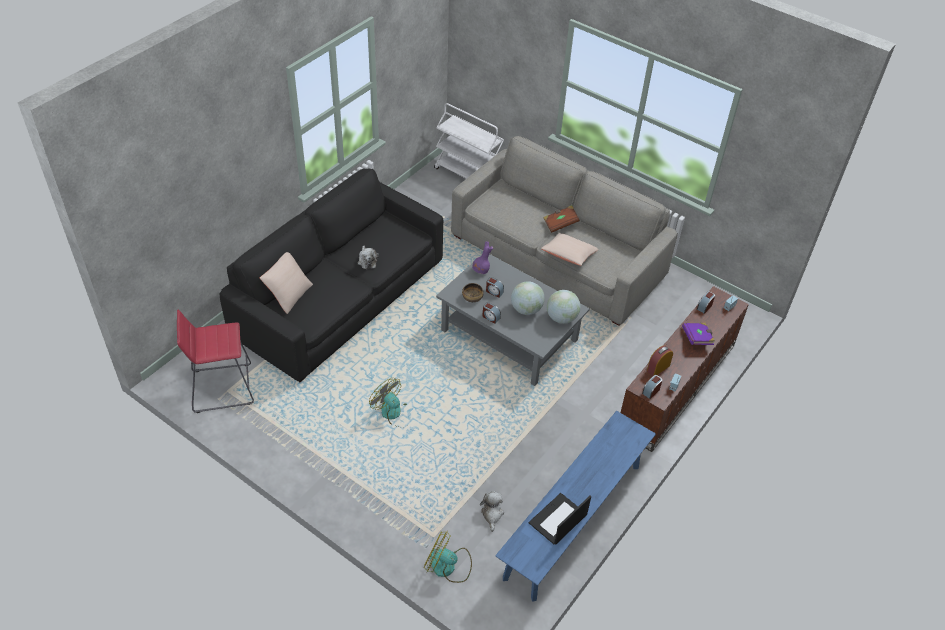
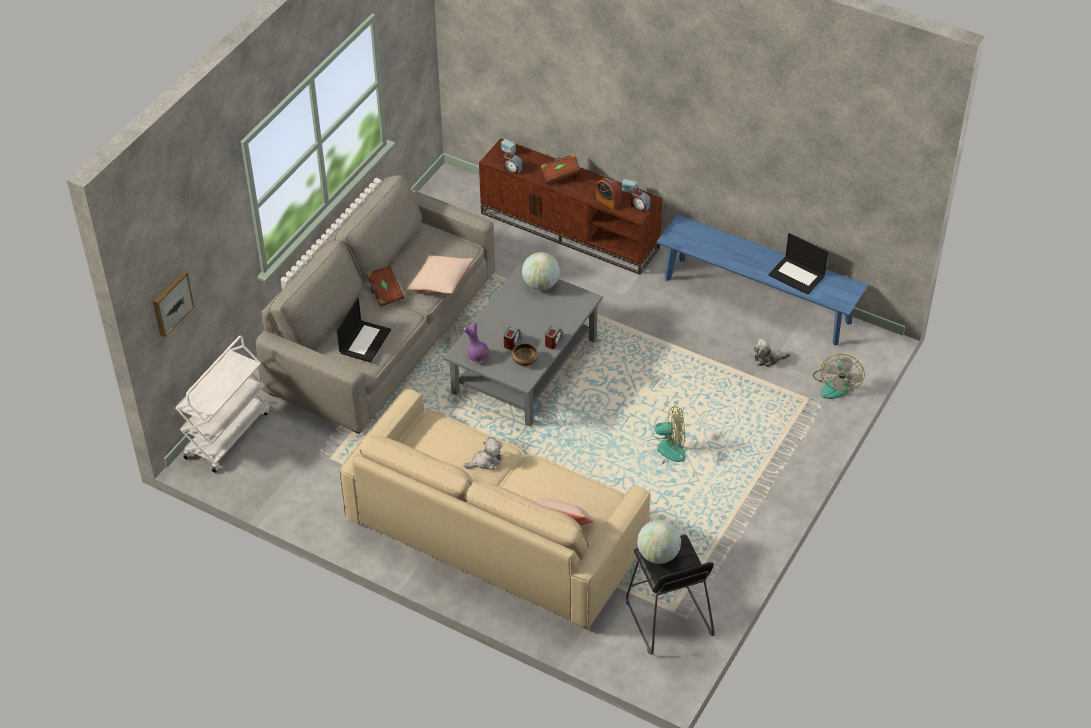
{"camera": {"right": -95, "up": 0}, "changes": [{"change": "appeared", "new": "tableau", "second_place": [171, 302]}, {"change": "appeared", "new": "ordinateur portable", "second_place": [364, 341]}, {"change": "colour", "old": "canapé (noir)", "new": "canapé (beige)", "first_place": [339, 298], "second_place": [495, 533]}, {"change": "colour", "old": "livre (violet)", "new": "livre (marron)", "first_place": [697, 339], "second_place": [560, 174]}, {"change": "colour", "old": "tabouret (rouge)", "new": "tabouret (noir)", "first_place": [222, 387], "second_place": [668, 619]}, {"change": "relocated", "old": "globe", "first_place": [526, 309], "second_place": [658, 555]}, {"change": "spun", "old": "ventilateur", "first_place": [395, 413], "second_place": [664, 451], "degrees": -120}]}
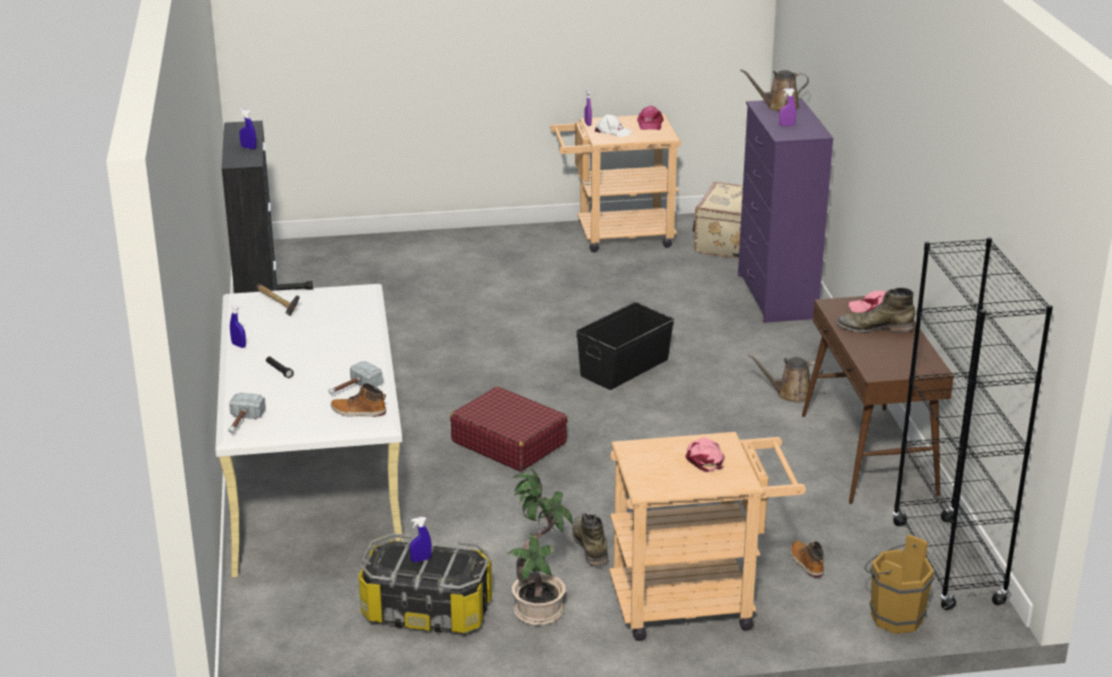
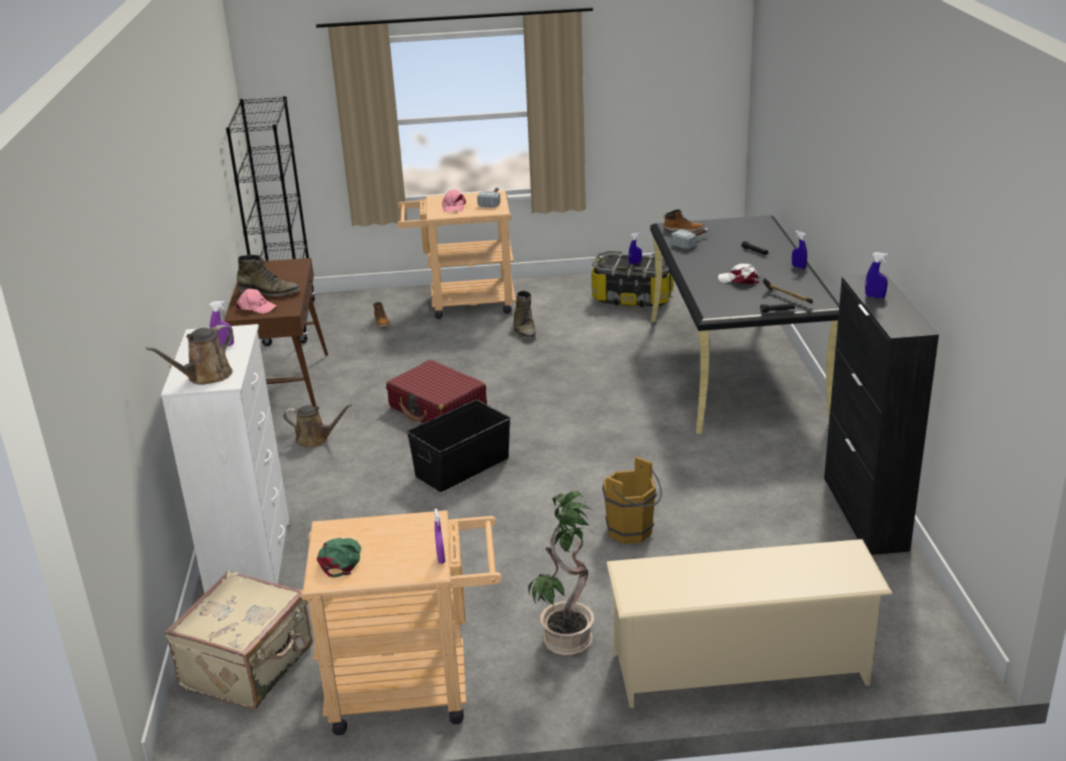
{"camera": {"right": -175, "up": 0}, "changes": [{"change": "spun", "old": "arrosoir (marron)", "first_place": [779, 107], "second_place": [206, 377], "degrees": 135}, {"change": "colour", "old": "commode (violet)", "new": "commode (blanc)", "first_place": [776, 297], "second_place": [252, 561]}, {"change": "colour", "old": "casquette (rose)", "new": "casquette (vert)", "first_place": [650, 124], "second_place": [340, 560]}, {"change": "relocated", "old": "valise (rouge)", "first_place": [508, 442], "second_place": [438, 408]}, {"change": "relocated", "old": "marteau", "first_place": [242, 423], "second_place": [492, 200]}, {"change": "relocated", "old": "plante en pot", "first_place": [540, 611], "second_place": [566, 637]}, {"change": "relocated", "old": "seau (marron)", "first_place": [892, 616], "second_place": [632, 532]}, {"change": "appeared", "new": "étagère à chaussures (beige)", "second_place": [740, 669]}, {"change": "colour", "old": "bureau (blanc)", "new": "bureau (noir)", "first_place": [315, 479], "second_place": [735, 367]}, {"change": "relocated", "old": "casquette (blanc)", "first_place": [612, 132], "second_place": [739, 280]}]}
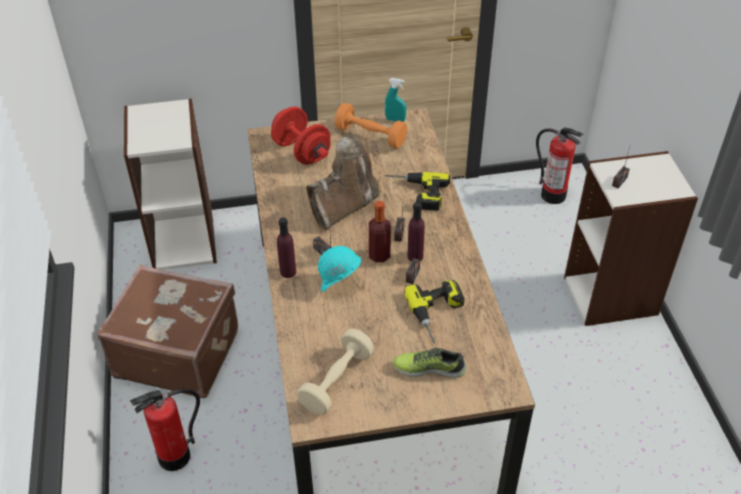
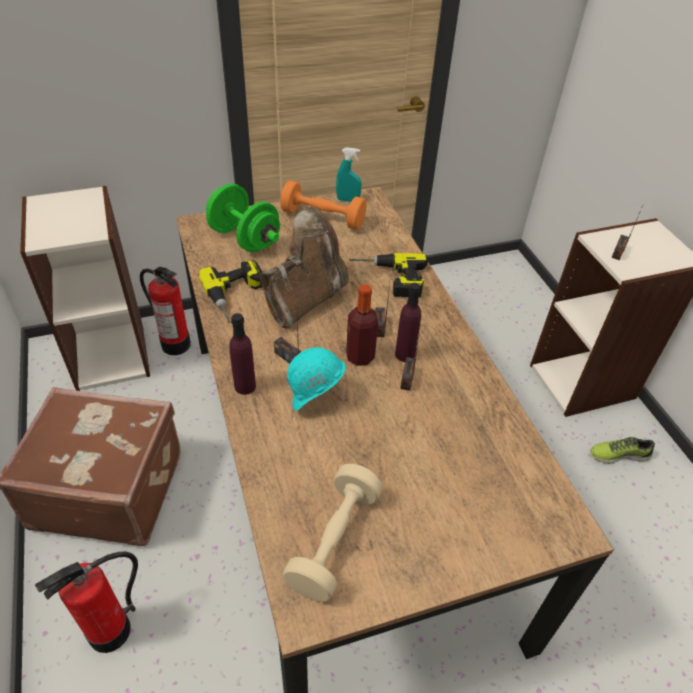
{"camera": {"right": -10, "up": 0}, "changes": [{"change": "relocated", "old": "extincteur", "first_place": [553, 195], "second_place": [176, 344]}, {"change": "relocated", "old": "perceuse", "first_place": [439, 314], "second_place": [238, 296]}, {"change": "colour", "old": "haltère (rouge)", "new": "haltère (vert)", "first_place": [302, 152], "second_place": [244, 239]}, {"change": "relocated", "old": "chaussure", "first_place": [429, 368], "second_place": [619, 454]}]}
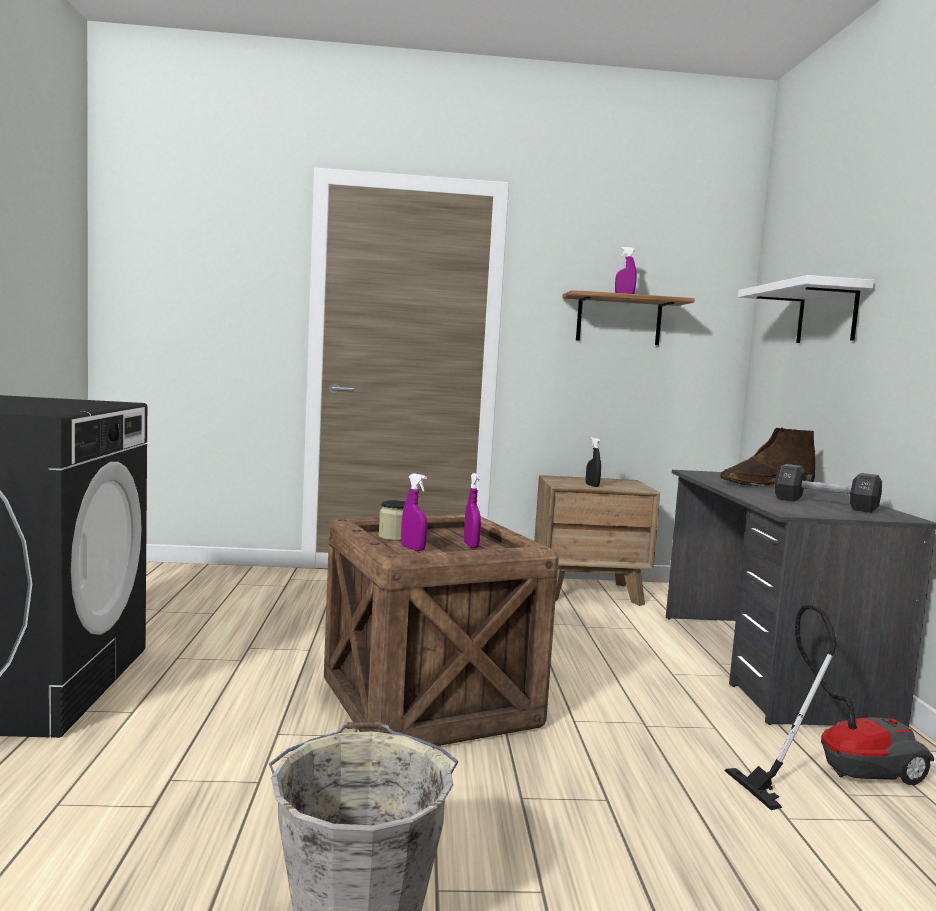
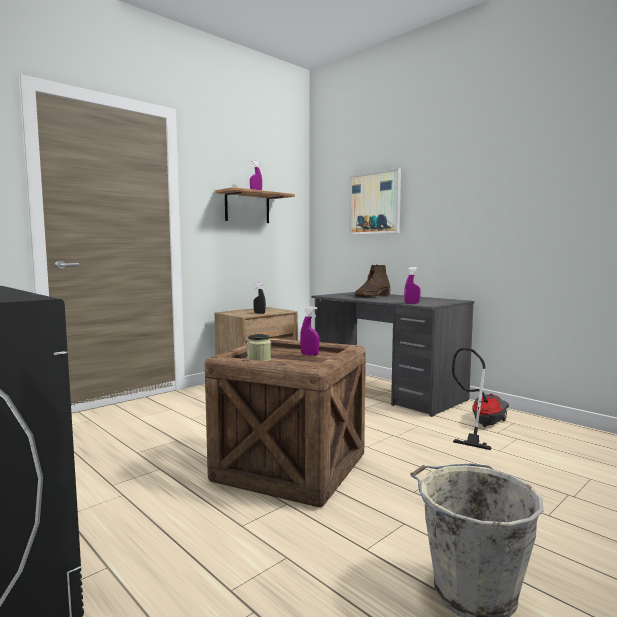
{"camera": {"right": -40, "up": 0}, "changes": [{"change": "exchanged", "old": "étagère (blanc)", "new": "tableau", "first_place": [827, 314], "second_place": [375, 203]}, {"change": "relocated", "old": "vaporisateur (violet)", "first_place": [413, 548], "second_place": [412, 303]}, {"change": "missing", "old": "haltère (noir)", "first_place": [825, 504]}]}
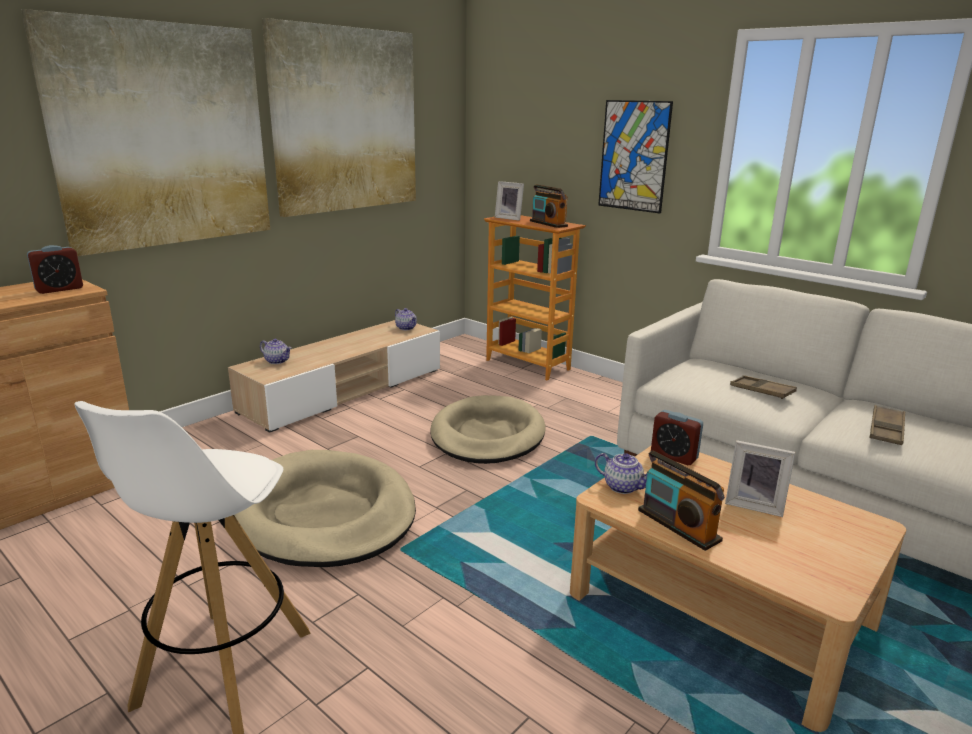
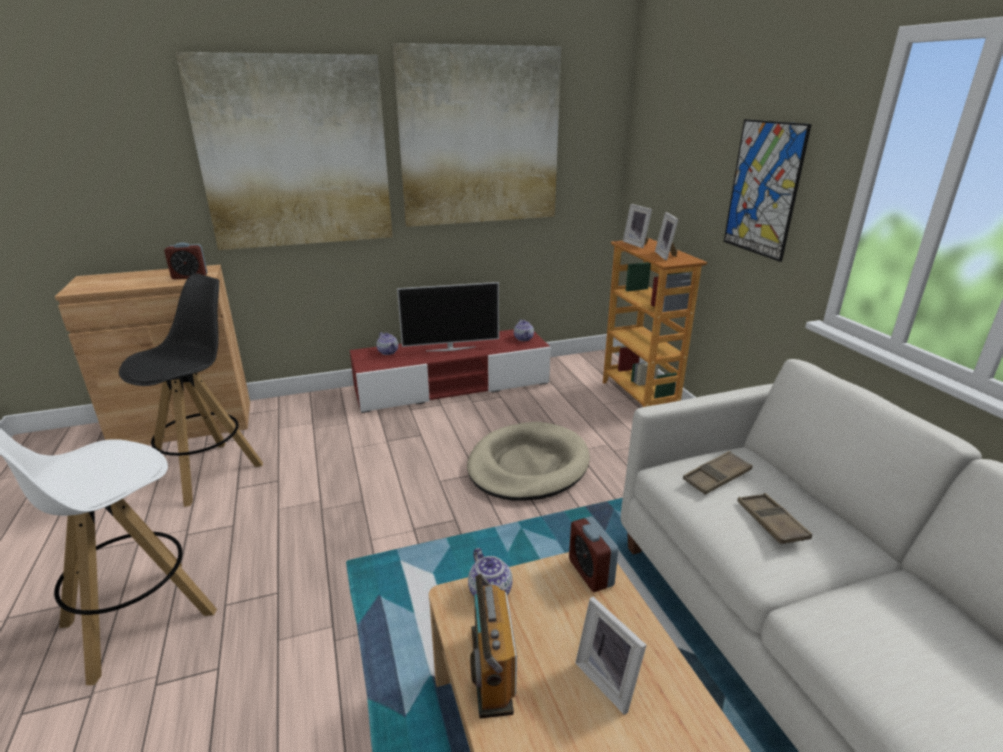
{"camera": {"right": 30, "up": 5}, "changes": [{"change": "appeared", "new": "tabouret (noir)", "second_place": [208, 471]}, {"change": "colour", "old": "meuble télé (beige)", "new": "meuble télé (rouge)", "first_place": [344, 390], "second_place": [452, 386]}, {"change": "appeared", "new": "téléviseur", "second_place": [450, 348]}, {"change": "exchanged", "old": "radio", "new": "cadre photo", "first_place": [548, 224], "second_place": [666, 256]}, {"change": "relocated", "old": "plateau (marron)", "first_place": [886, 430], "second_place": [716, 477]}, {"change": "missing", "old": "panier pour chien (beige)", "first_place": [324, 514]}]}
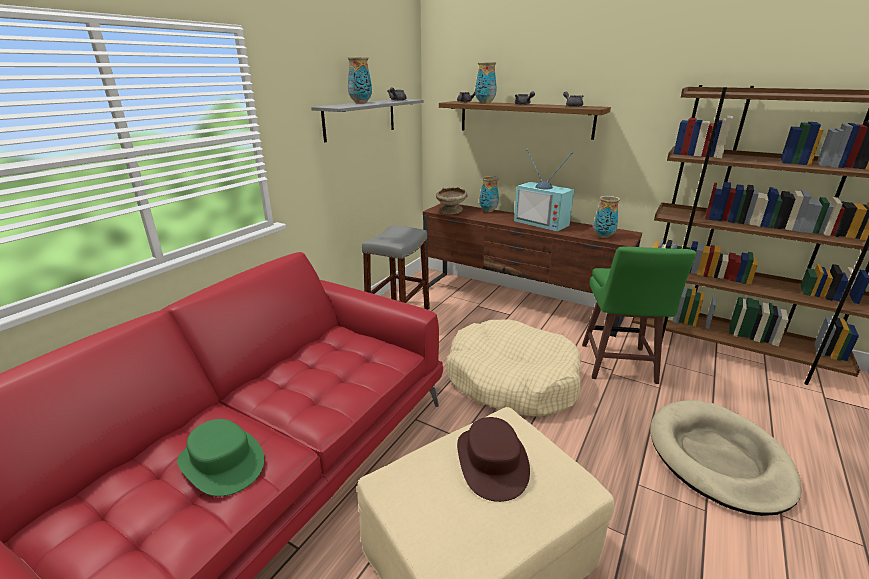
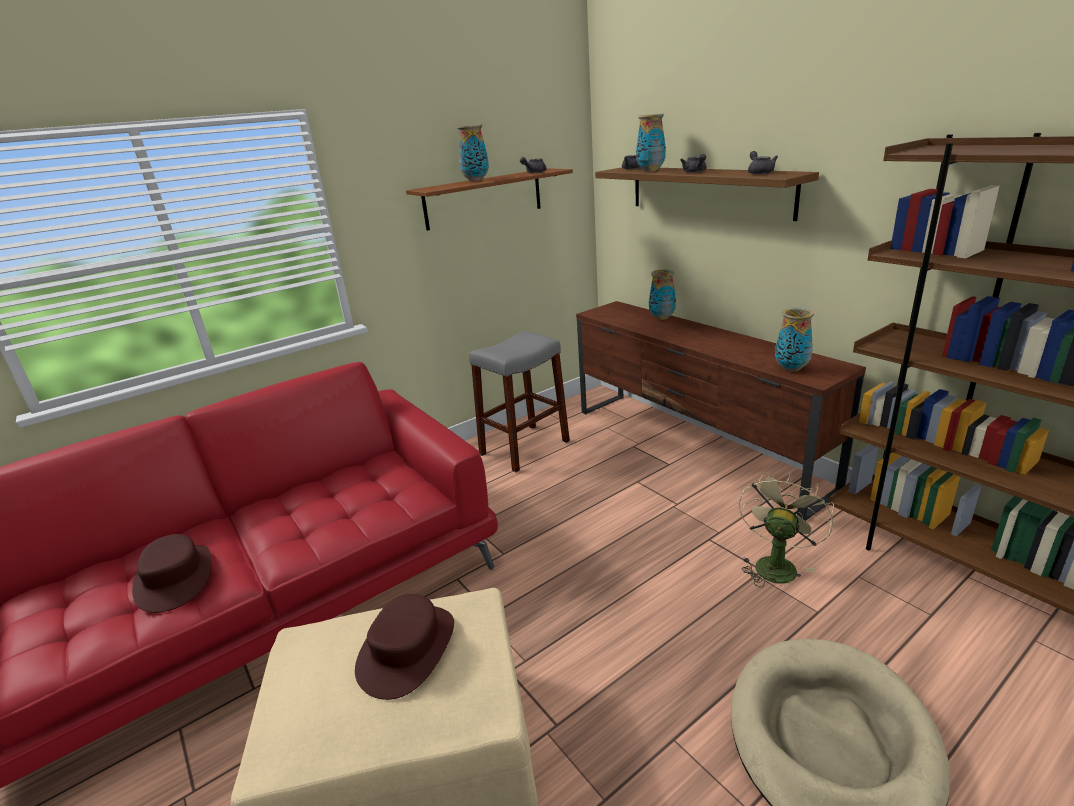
{"camera": {"right": 25, "up": 0}, "changes": [{"change": "colour", "old": "chapeau (vert)", "new": "chapeau (marron)", "first_place": [222, 462], "second_place": [176, 578]}, {"change": "colour", "old": "étagère (gris)", "new": "étagère (marron)", "first_place": [360, 119], "second_place": [484, 198]}, {"change": "exchanged", "old": "tabouret (vert)", "new": "ventilateur (beige)", "first_place": [617, 364], "second_place": [775, 564]}, {"change": "missing", "old": "bol (beige)", "first_place": [451, 212]}, {"change": "missing", "old": "panier pour chien (beige)", "first_place": [511, 380]}, {"change": "missing", "old": "téléviseur", "first_place": [543, 223]}]}
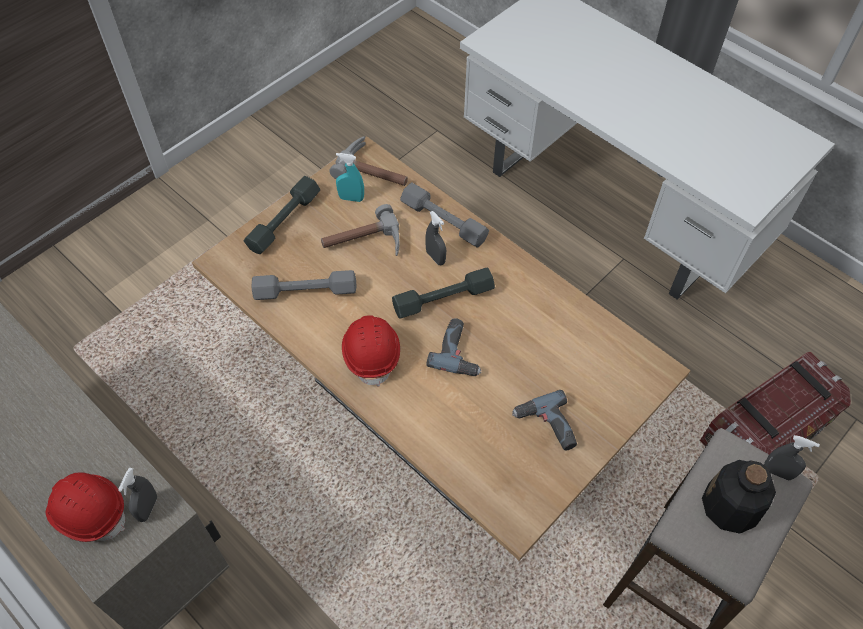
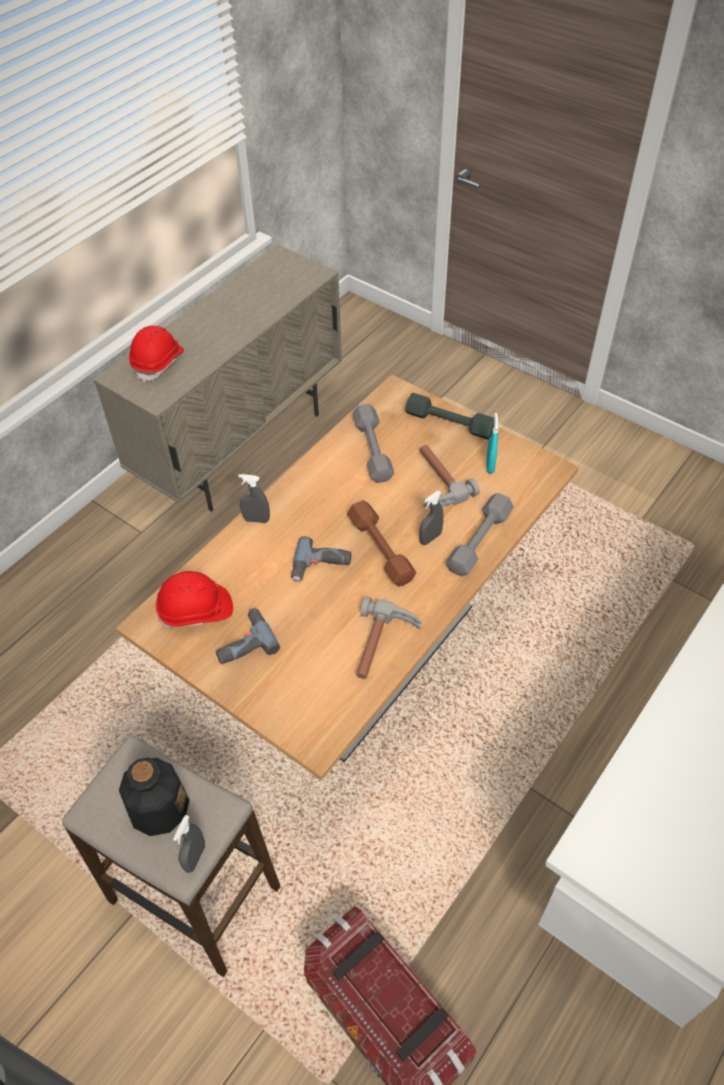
{"camera": {"right": 85, "up": -5}, "changes": [{"change": "relocated", "old": "casque de chantier (rouge)", "first_place": [372, 353], "second_place": [196, 611]}, {"change": "relocated", "old": "vaporisateur (gris)", "first_place": [148, 508], "second_place": [256, 520]}, {"change": "colour", "old": "haltère (gris)", "new": "haltère (marron)", "first_place": [443, 298], "second_place": [381, 549]}, {"change": "relocated", "old": "marteau", "first_place": [375, 170], "second_place": [384, 646]}]}
